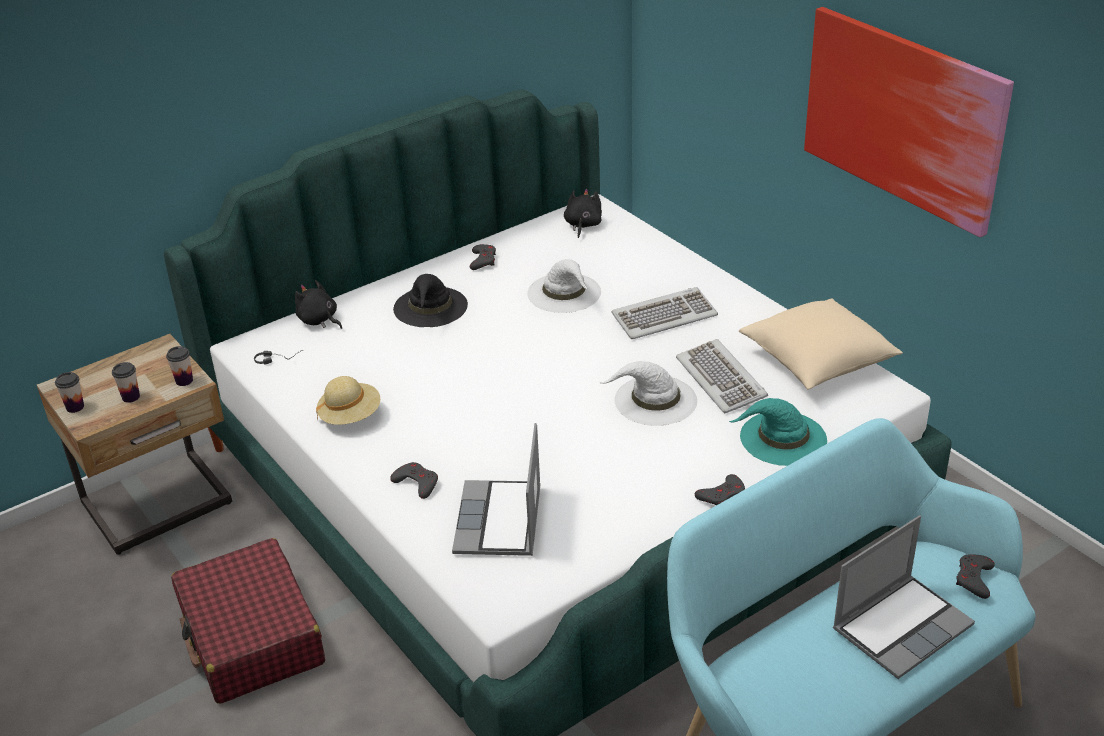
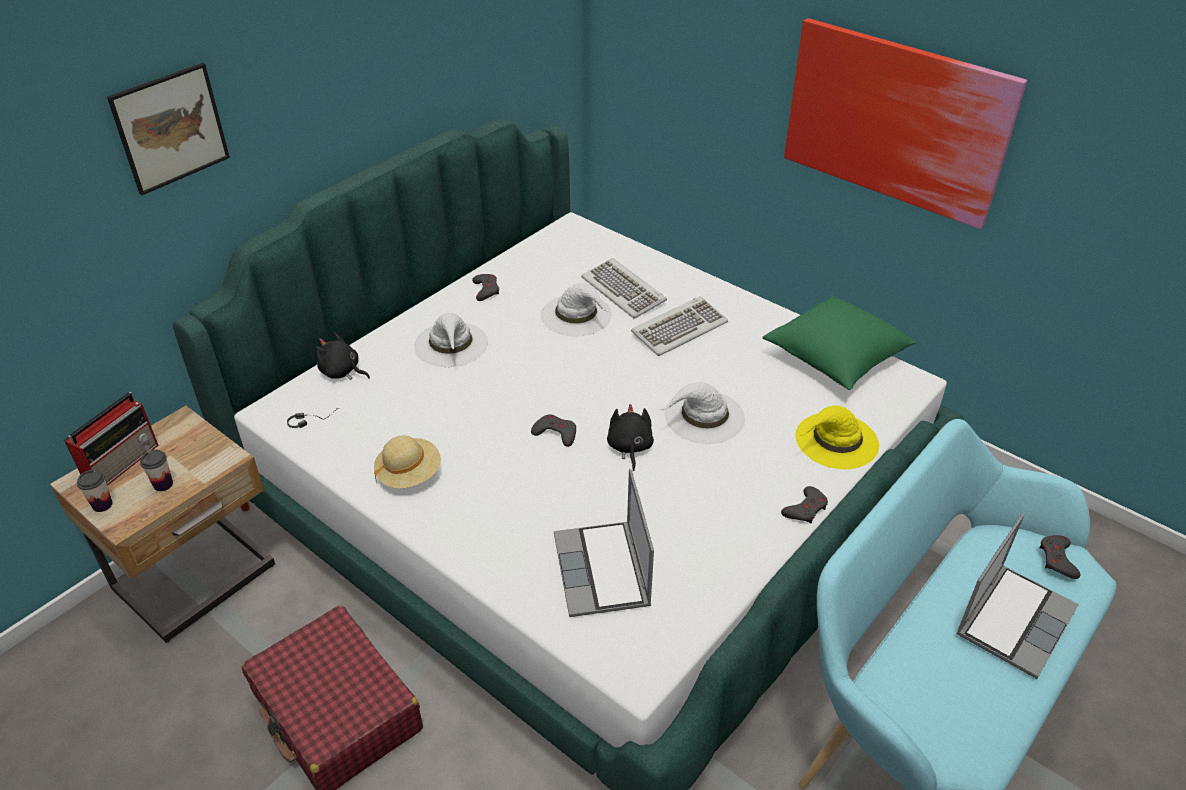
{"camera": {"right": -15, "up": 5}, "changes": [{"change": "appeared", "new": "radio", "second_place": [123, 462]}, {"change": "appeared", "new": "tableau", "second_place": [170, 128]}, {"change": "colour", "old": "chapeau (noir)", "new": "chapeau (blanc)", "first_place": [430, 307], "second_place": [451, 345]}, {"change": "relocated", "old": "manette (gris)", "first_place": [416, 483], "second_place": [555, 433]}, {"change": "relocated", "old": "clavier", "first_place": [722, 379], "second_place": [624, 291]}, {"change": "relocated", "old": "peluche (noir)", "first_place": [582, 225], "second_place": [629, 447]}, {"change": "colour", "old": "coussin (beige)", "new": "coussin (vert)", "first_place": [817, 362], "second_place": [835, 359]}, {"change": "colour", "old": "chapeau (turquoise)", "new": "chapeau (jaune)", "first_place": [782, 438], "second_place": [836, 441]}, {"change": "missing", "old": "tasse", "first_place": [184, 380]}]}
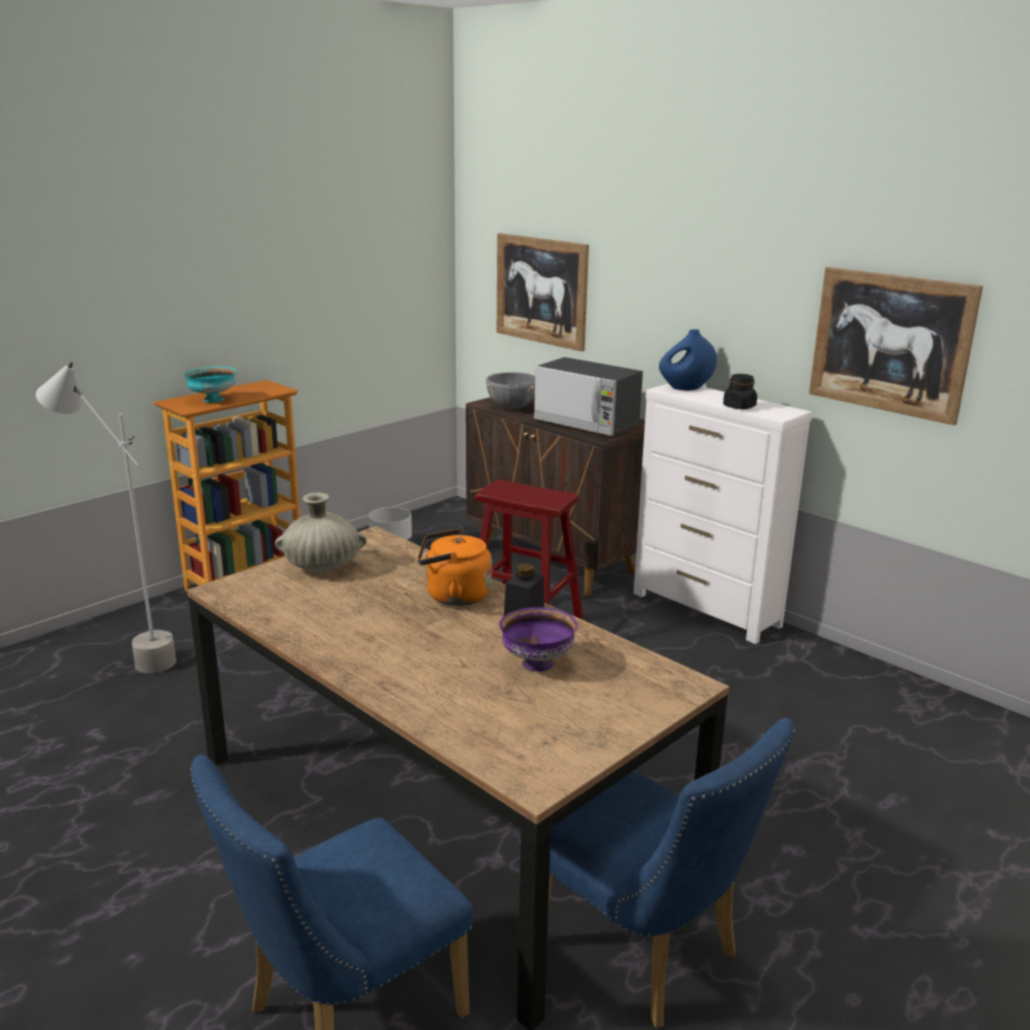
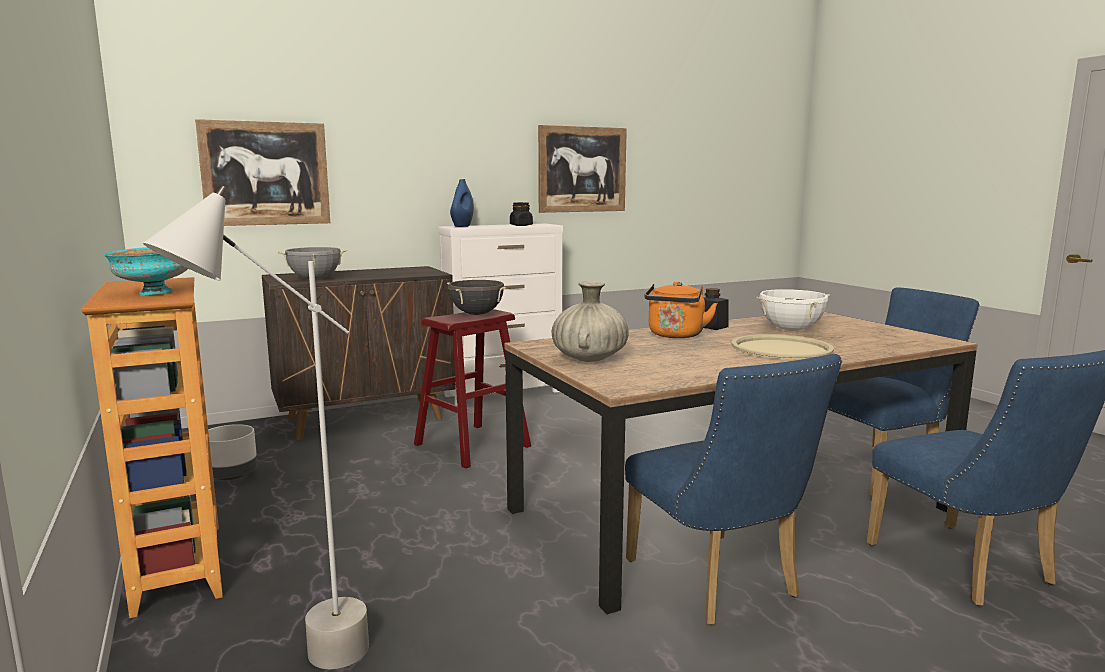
{"camera": {"right": -70, "up": -10}, "changes": [{"change": "appeared", "new": "marmite (noir)", "second_place": [476, 314]}, {"change": "appeared", "new": "chaise (bleu)", "second_place": [719, 584]}, {"change": "appeared", "new": "plateau (beige)", "second_place": [781, 349]}, {"change": "exchanged", "old": "bol (violet)", "new": "marmite (blanc)", "first_place": [536, 663], "second_place": [791, 330]}, {"change": "missing", "old": "micro-ondes", "first_place": [587, 423]}]}
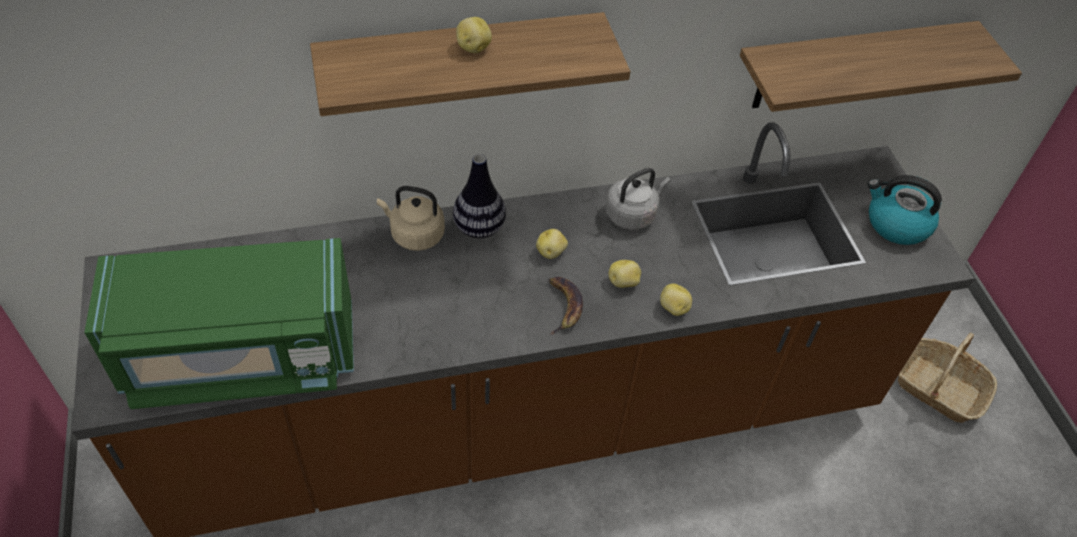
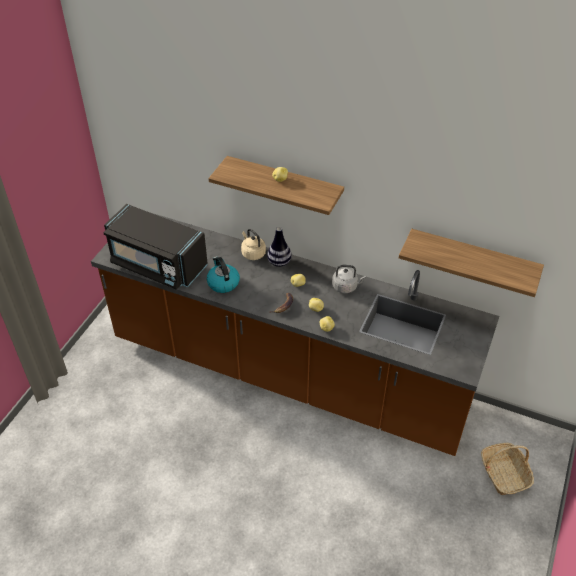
{"camera": {"right": 40, "up": -5}, "changes": [{"change": "colour", "old": "micro-ondes (vert)", "new": "micro-ondes (noir)", "first_place": [240, 357], "second_place": [157, 265]}, {"change": "relocated", "old": "bouilloire", "first_place": [896, 224], "second_place": [223, 283]}]}
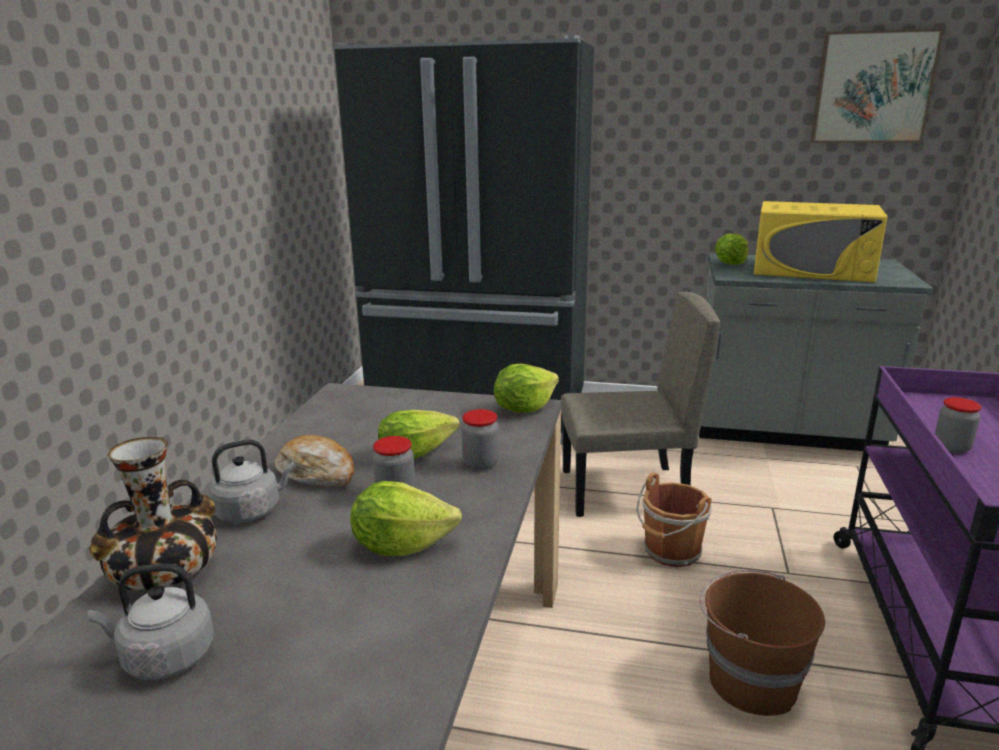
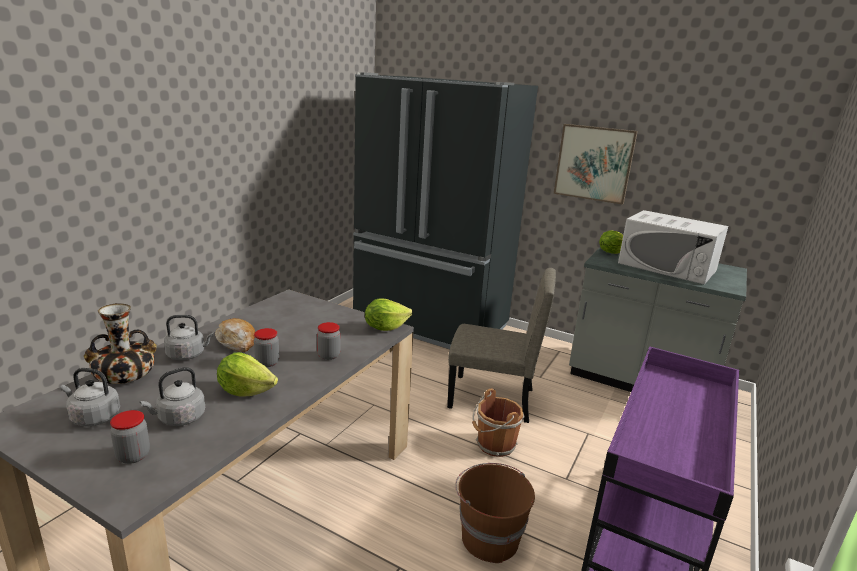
{"camera": {"right": 15, "up": 0}, "changes": [{"change": "relocated", "old": "bocal", "first_place": [951, 447], "second_place": [133, 456]}, {"change": "appeared", "new": "bouilloire (gris)", "second_place": [179, 418]}, {"change": "relocated", "old": "tableau", "first_place": [873, 87], "second_place": [594, 163]}, {"change": "colour", "old": "micro-ondes (jaune)", "new": "micro-ondes (blanc)", "first_place": [812, 270], "second_place": [667, 267]}, {"change": "missing", "old": "laitue", "first_place": [416, 452]}]}
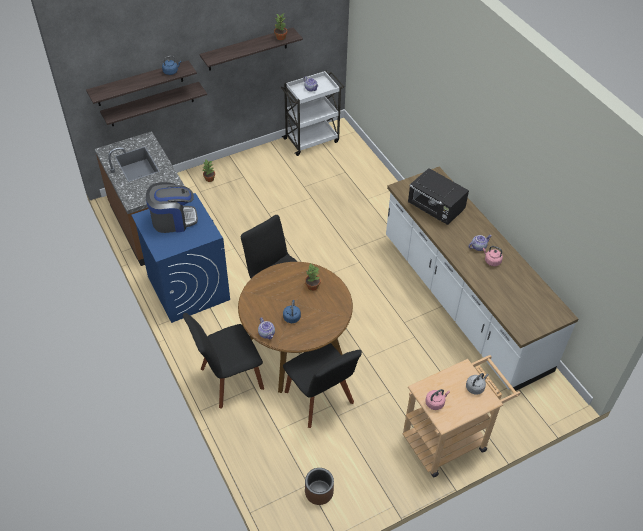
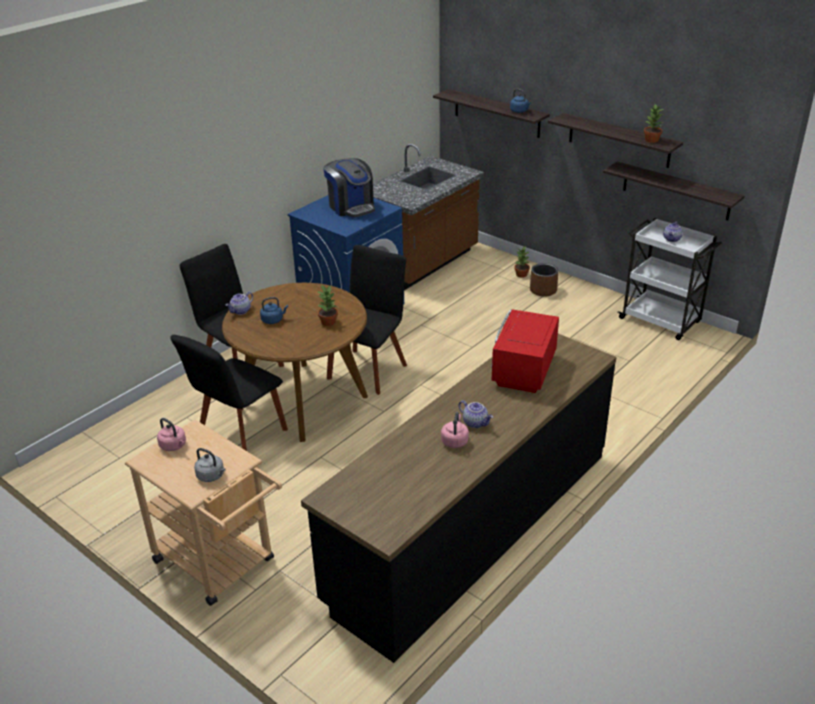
{"camera": {"right": 70, "up": -15}, "changes": [{"change": "colour", "old": "comptoir de cuisine (blanc)", "new": "comptoir de cuisine (noir)", "first_place": [463, 302], "second_place": [471, 525]}, {"change": "colour", "old": "micro-ondes (noir)", "new": "micro-ondes (rouge)", "first_place": [436, 209], "second_place": [523, 371]}, {"change": "relocated", "old": "cache-pot (marron)", "first_place": [318, 492], "second_place": [543, 290]}, {"change": "relocated", "old": "étagère", "first_place": [151, 104], "second_place": [676, 191]}]}
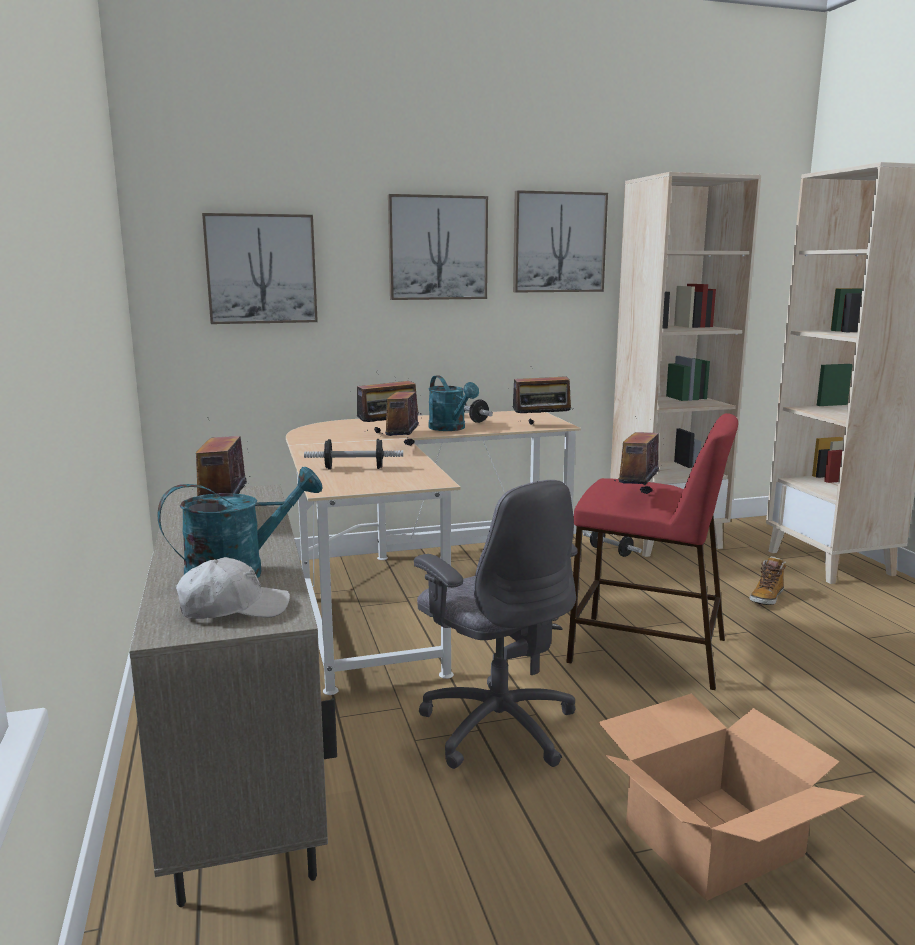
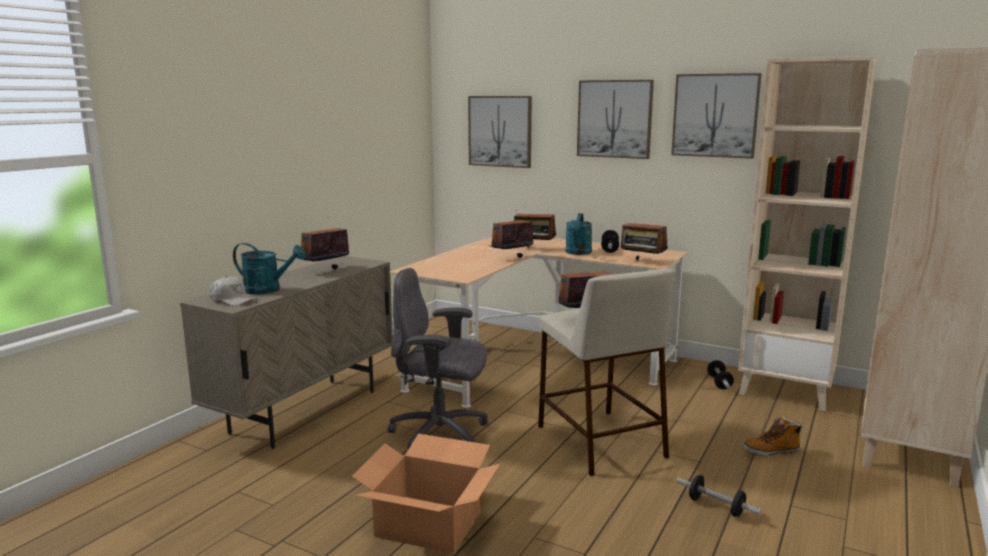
{"camera": {"right": 45, "up": 0}, "changes": [{"change": "spun", "old": "chaise de bureau (gris)", "first_place": [498, 726], "second_place": [441, 436], "degrees": 90}, {"change": "colour", "old": "tabouret (rouge)", "new": "tabouret (beige)", "first_place": [645, 650], "second_place": [599, 440]}, {"change": "relocated", "old": "haltère", "first_place": [354, 468], "second_place": [716, 507]}]}
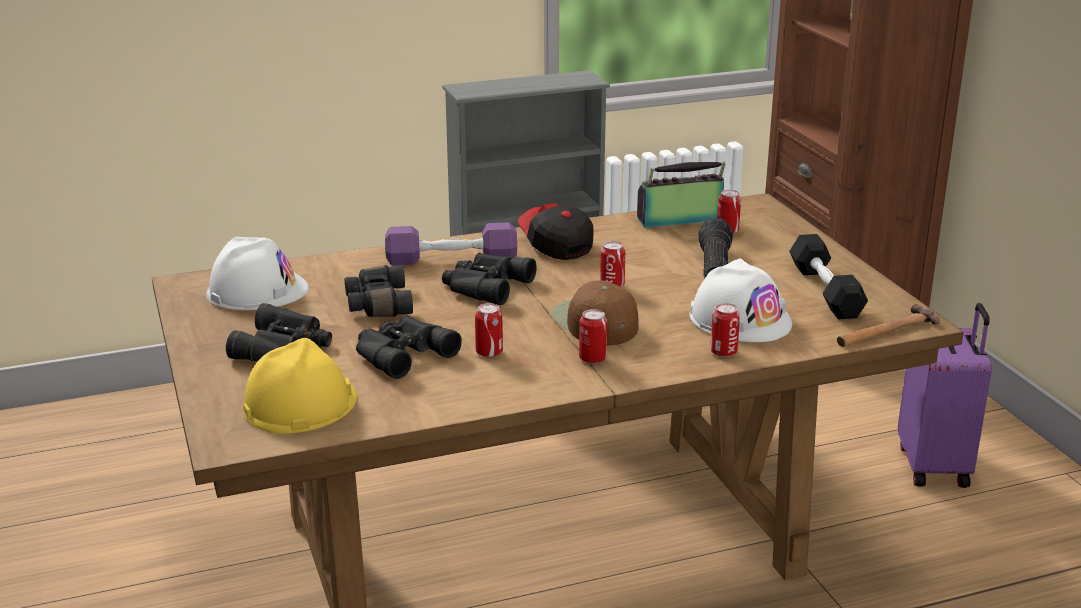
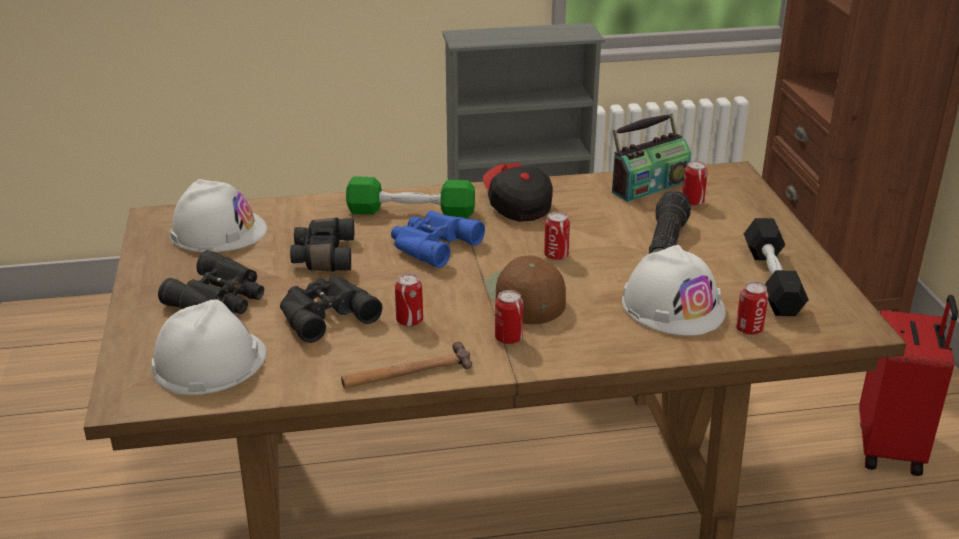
{"camera": {"right": 10, "up": 5}, "changes": [{"change": "colour", "old": "casque de chantier (jaune)", "new": "casque de chantier (blanc)", "first_place": [300, 403], "second_place": [209, 361]}, {"change": "relocated", "old": "marteau", "first_place": [885, 331], "second_place": [406, 372]}, {"change": "colour", "old": "haltère (violet)", "new": "haltère (vert)", "first_place": [451, 259], "second_place": [411, 211]}, {"change": "colour", "old": "jumelles (noir)", "new": "jumelles (bleu)", "first_place": [484, 286], "second_place": [431, 245]}, {"change": "spun", "old": "radio", "first_place": [680, 220], "second_place": [648, 186], "degrees": 150}, {"change": "relocated", "old": "boîte métallique", "first_place": [723, 352], "second_place": [749, 329]}, {"change": "colour", "old": "valise (violet)", "new": "valise (rouge)", "first_place": [935, 466], "second_place": [892, 448]}]}
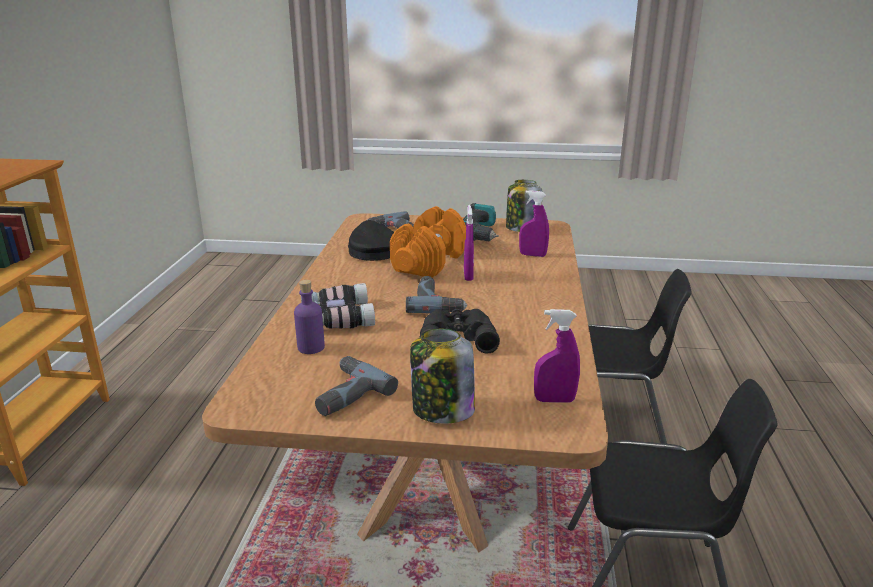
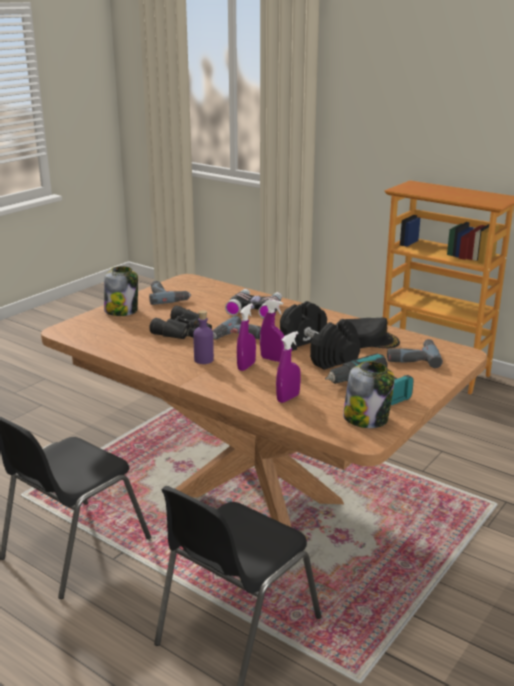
{"camera": {"right": 120, "up": 0}, "changes": [{"change": "relocated", "old": "bouteille (violet)", "first_place": [311, 347], "second_place": [204, 360]}, {"change": "relocated", "old": "vaporisateur (violet)", "first_place": [554, 400], "second_place": [246, 366]}, {"change": "colour", "old": "haltère (orange)", "new": "haltère (noir)", "first_place": [428, 262], "second_place": [318, 353]}]}
